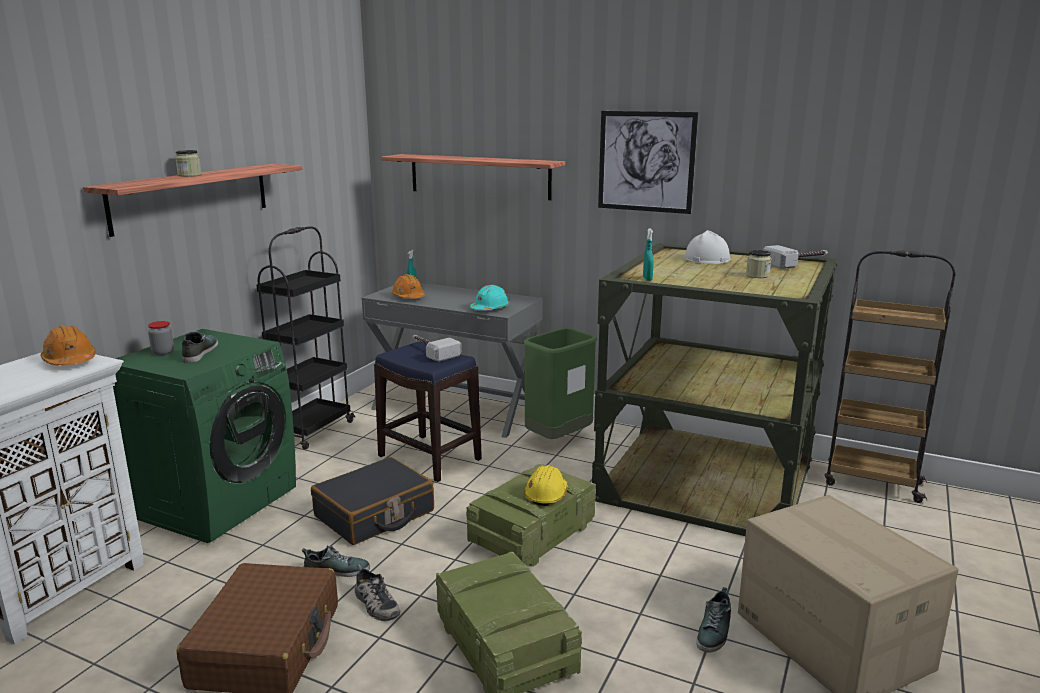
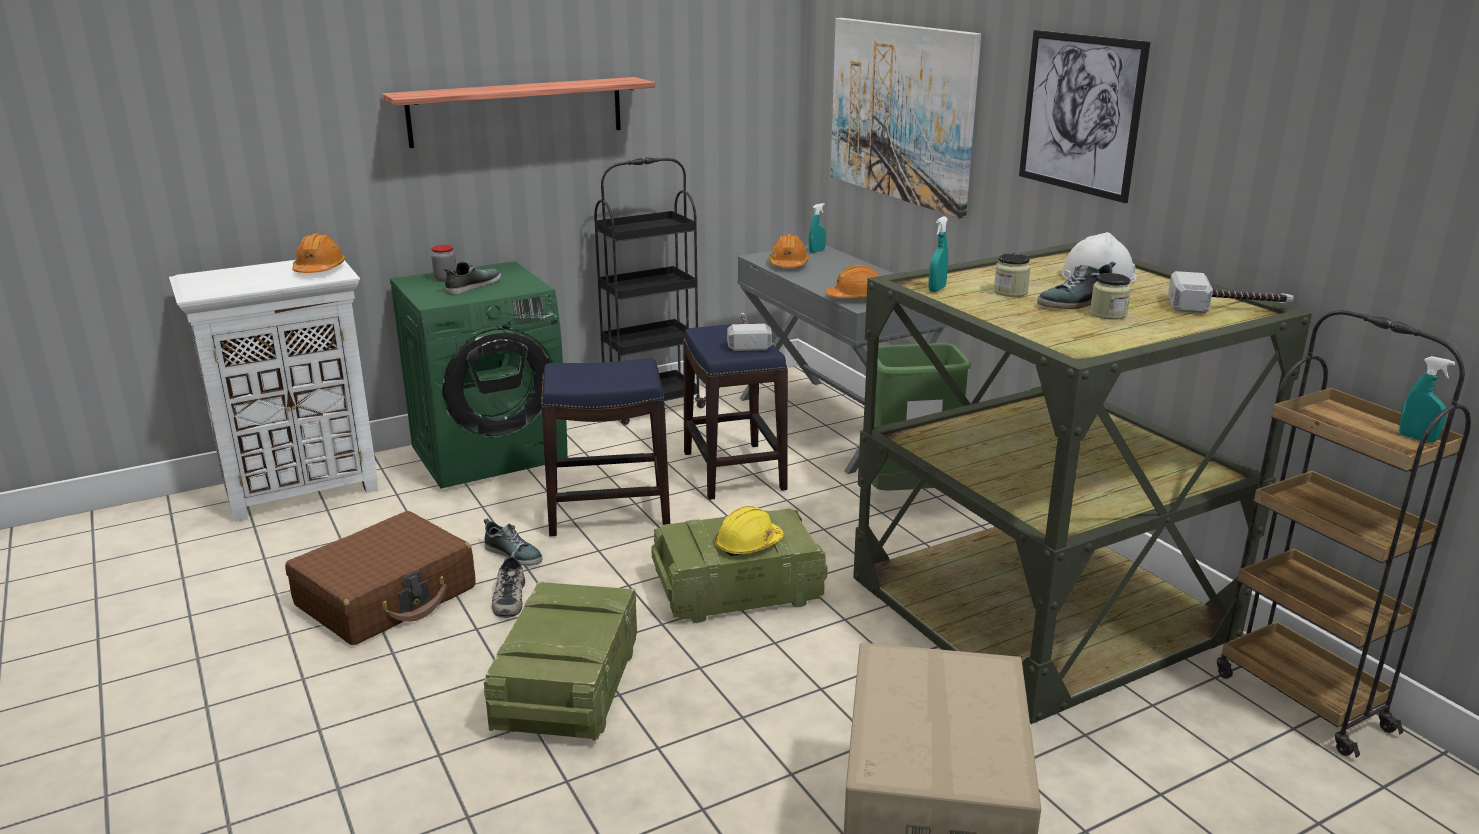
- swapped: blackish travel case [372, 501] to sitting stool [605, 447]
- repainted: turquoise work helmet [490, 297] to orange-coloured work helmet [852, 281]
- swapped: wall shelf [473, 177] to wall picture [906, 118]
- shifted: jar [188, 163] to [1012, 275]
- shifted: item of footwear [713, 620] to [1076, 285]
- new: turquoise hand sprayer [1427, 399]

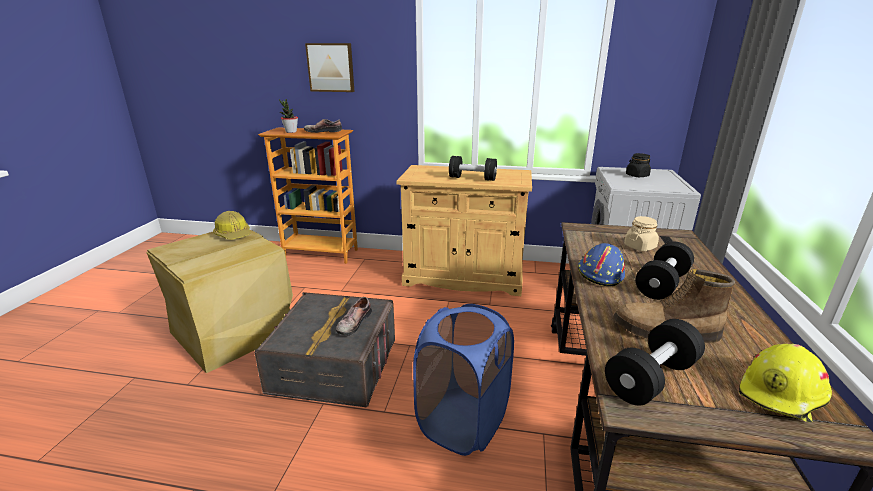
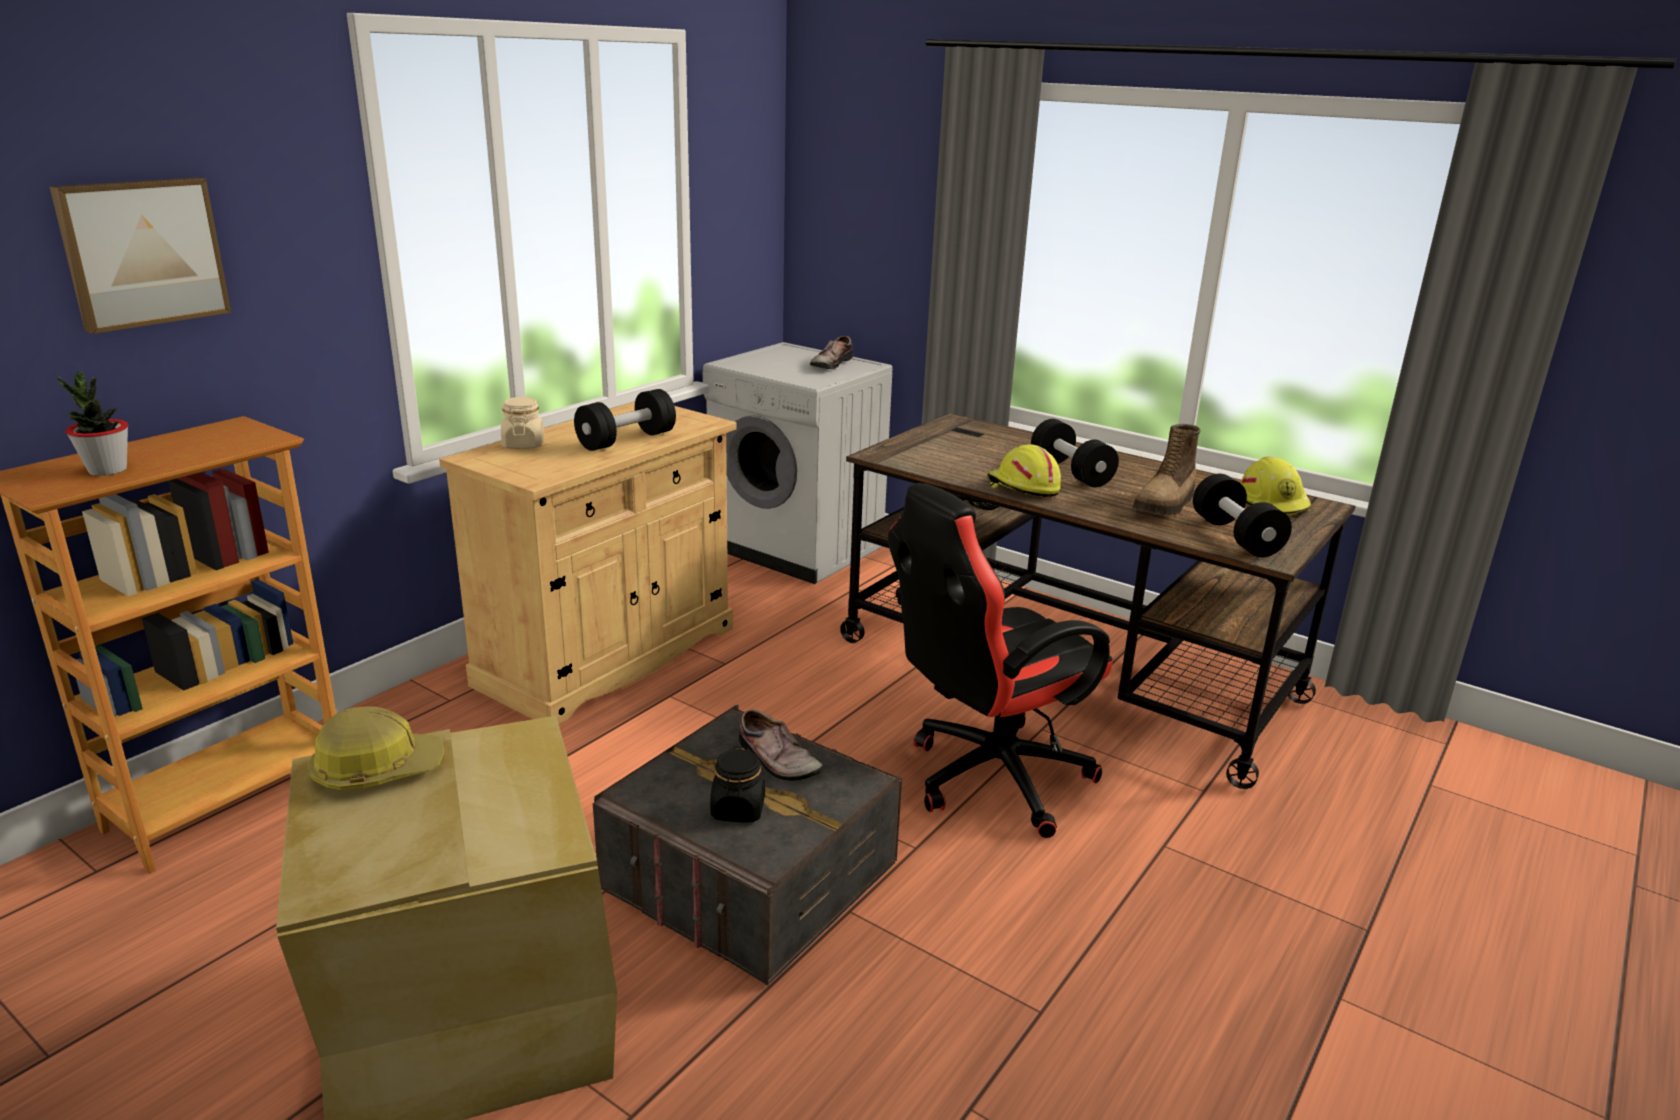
- shifted: beige jar [641, 234] to [523, 423]
- shifted: blackish jar [638, 165] to [737, 784]
- shifted: item of footwear [323, 126] to [831, 352]
- swapped: bluish washing basket [463, 380] to blackish office chair [1000, 660]
- repainted: bluish work helmet [601, 264] to yellowish work helmet [1024, 470]

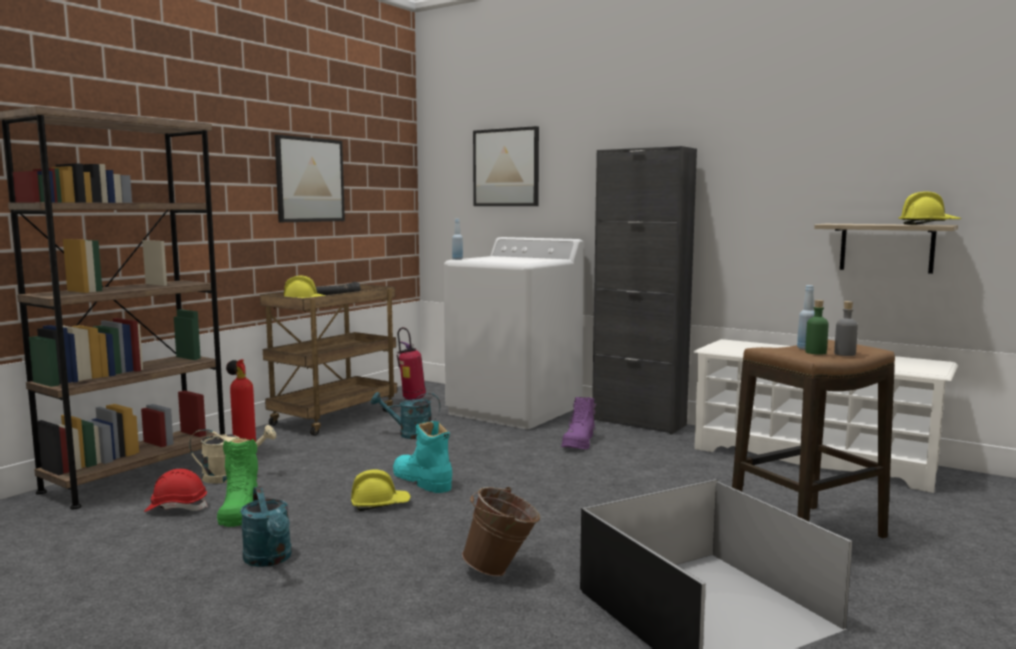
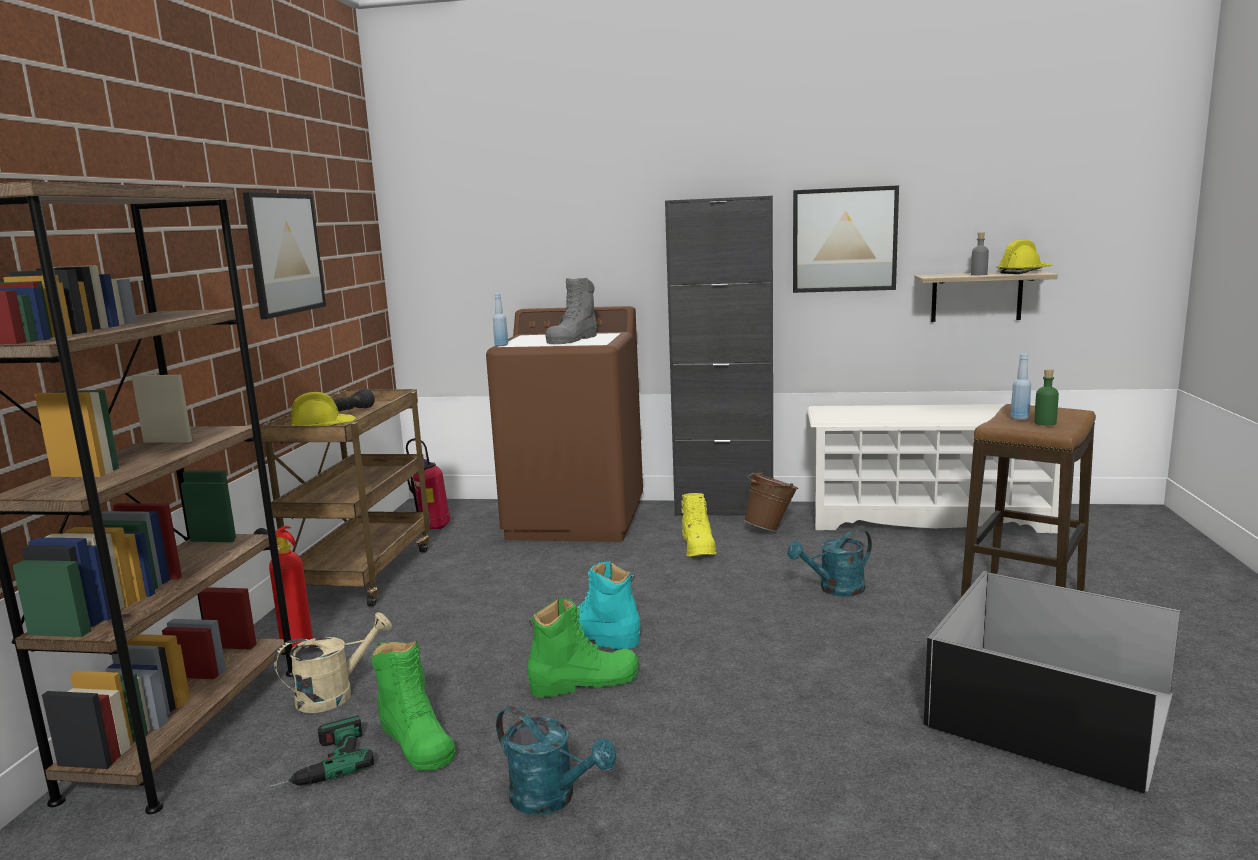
- swapped: reddish work helmet [176, 490] to drill [322, 751]
- repainted: white washing machine [514, 333] to brownish washing machine [564, 424]
- swapped: yellowish work helmet [381, 490] to green-coloured high-top boot [583, 648]
- new: gray high-top boot [571, 311]
- repainted: purple high-top boot [578, 423] to yellowish high-top boot [698, 525]
- shifted: brownish water bucket [501, 532] to [771, 501]
- shifted: turquoise watering can [405, 415] to [829, 563]
- shifted: wall picture [506, 166] to [846, 239]
- shifted: gray beverage bottle [846, 328] to [980, 253]

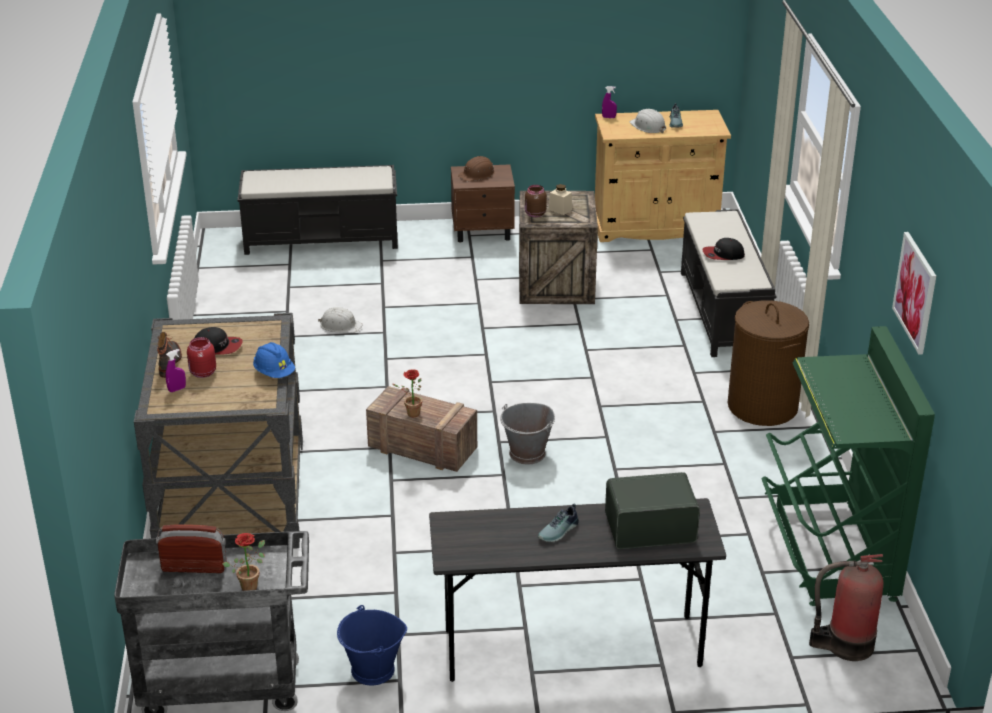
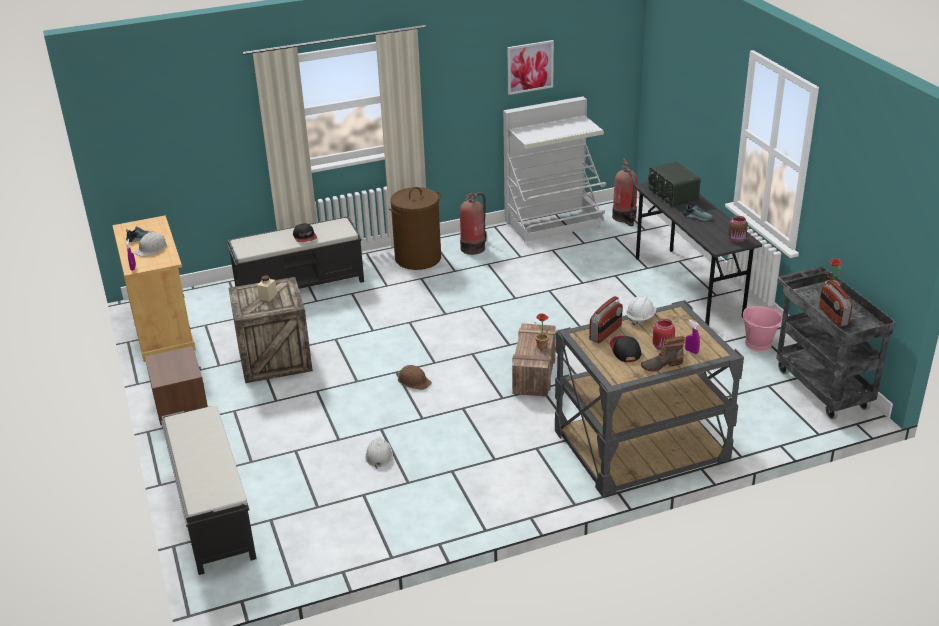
- shifted: brownish work helmet [476, 168] to [414, 377]
- new: fire-fighting cylinder [473, 223]
- repainted: green-coloured shoe shelf [848, 466] to white shoe shelf [554, 170]
- new: radio receiver [606, 319]
- repainted: bluish work helmet [274, 360] to white work helmet [641, 310]
- shifted: brownish jar [536, 201] to [738, 229]
- repainted: bluish water bucket [372, 645] to pink water bucket [762, 328]
- gone: gray water bucket [527, 434]

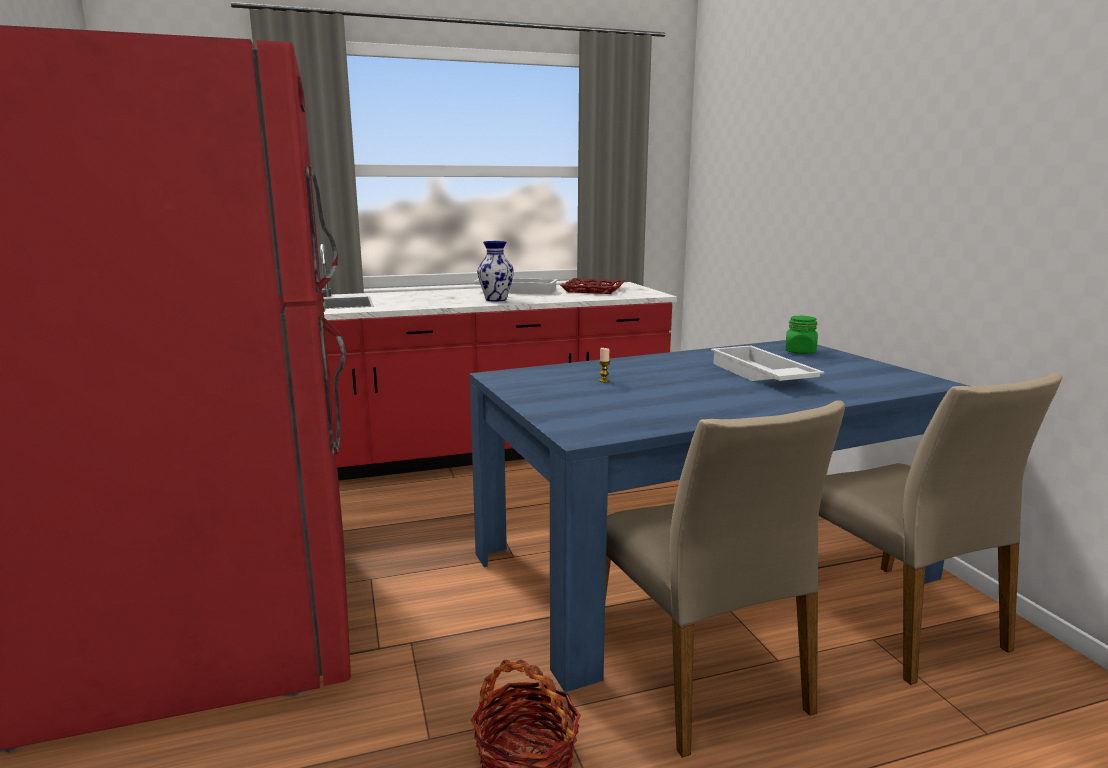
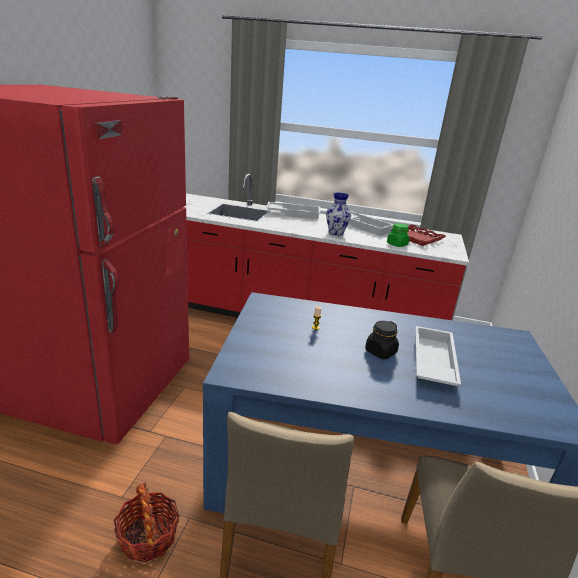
- new: white carrying tray [293, 210]
- new: blackish jar [382, 340]
- shifted: green-coloured jar [801, 335] to [398, 235]

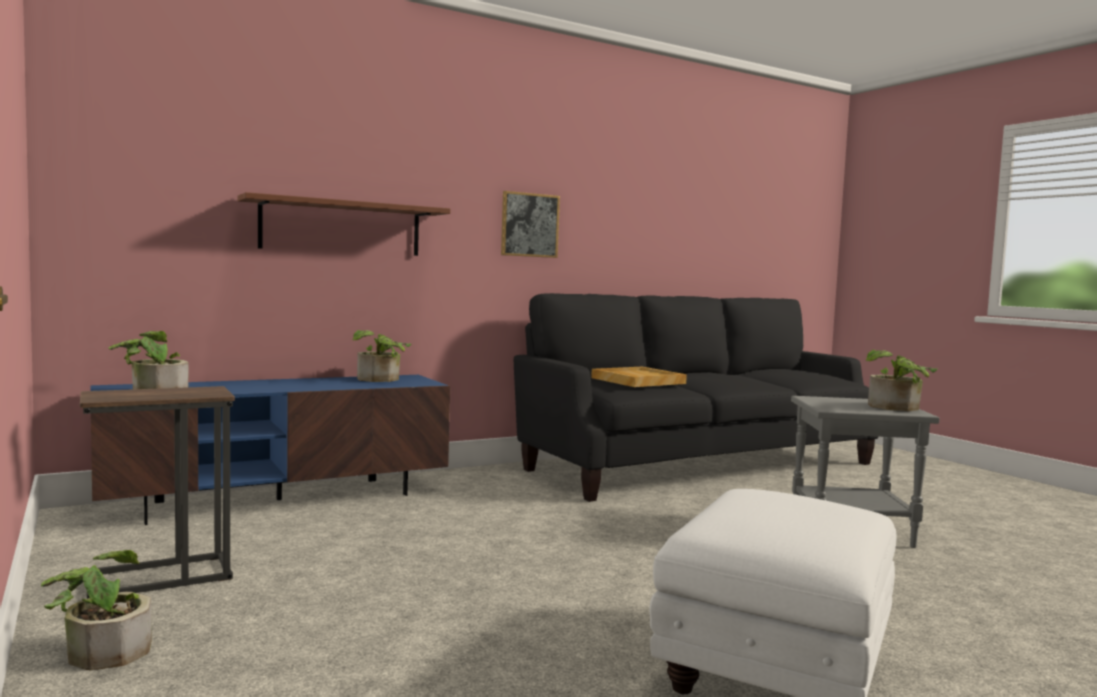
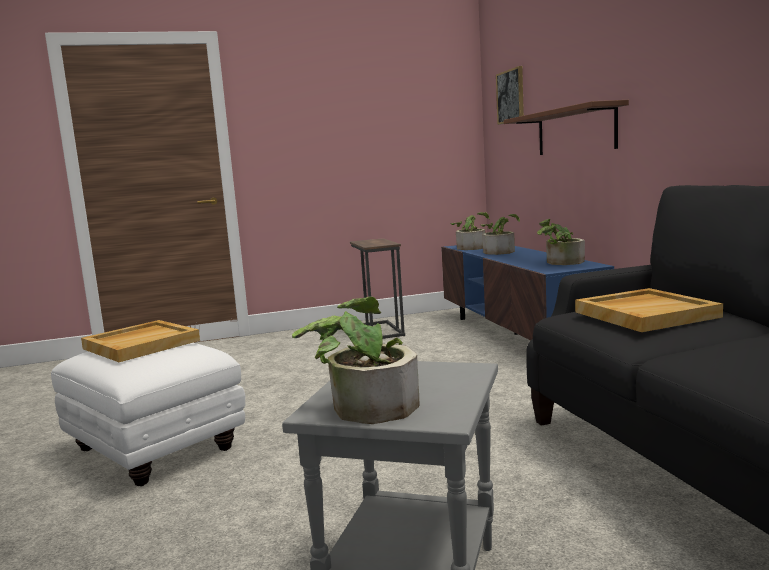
- new: beige carrying tray [140, 341]
- shifted: plant in a pot [96, 610] to [500, 234]
- shifted: wall picture [530, 224] to [510, 95]

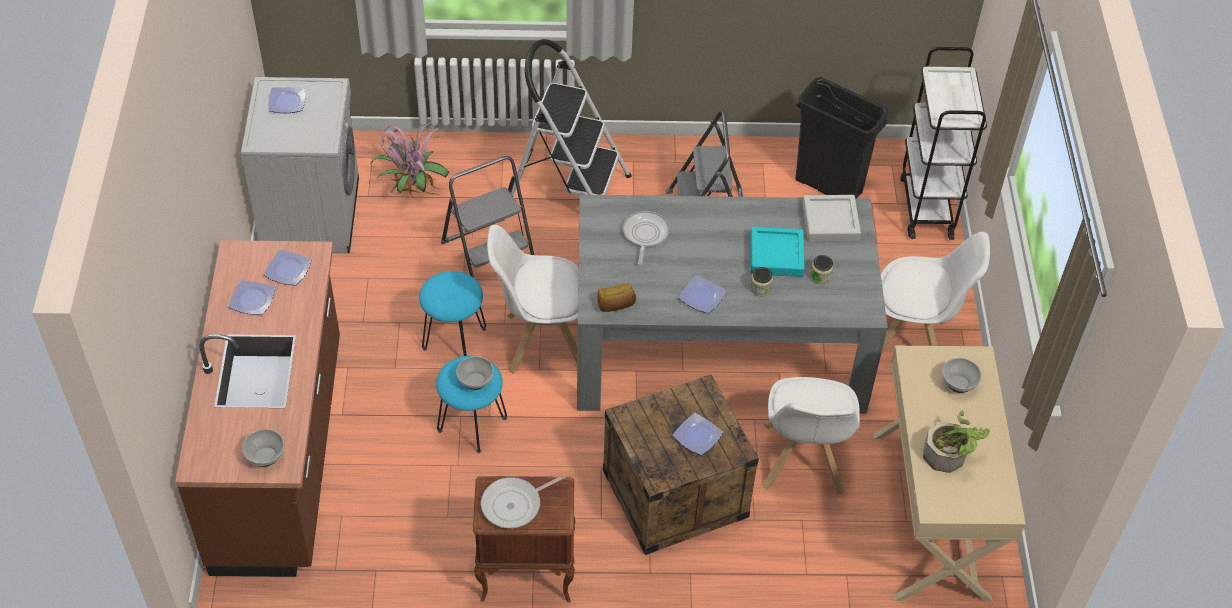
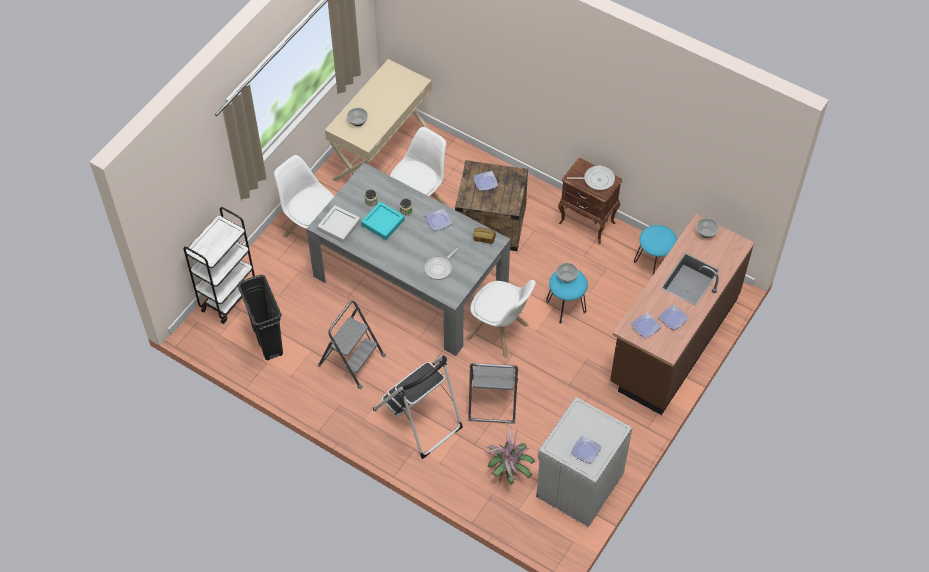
- shifted: turquoise sitting stool [452, 313] to [655, 250]
- gone: plant in a pot [956, 441]

